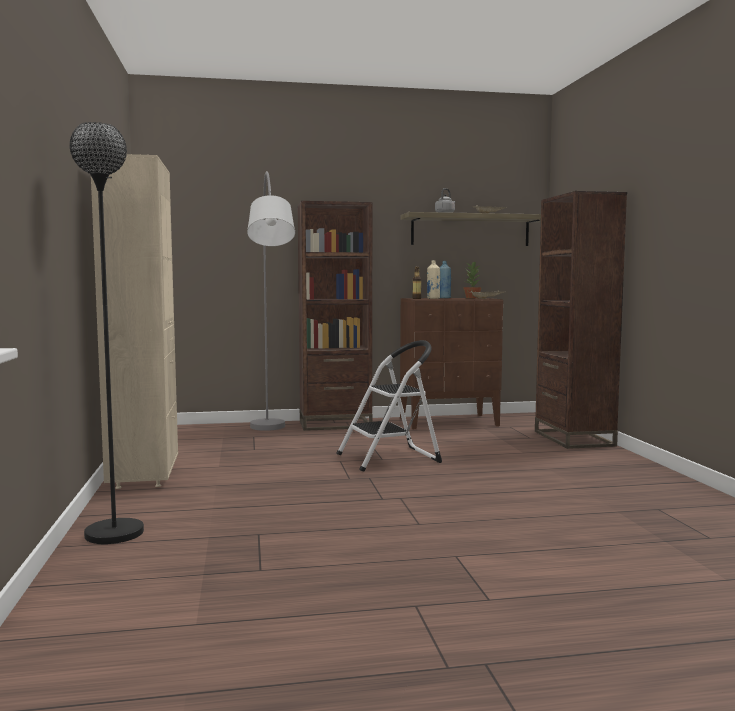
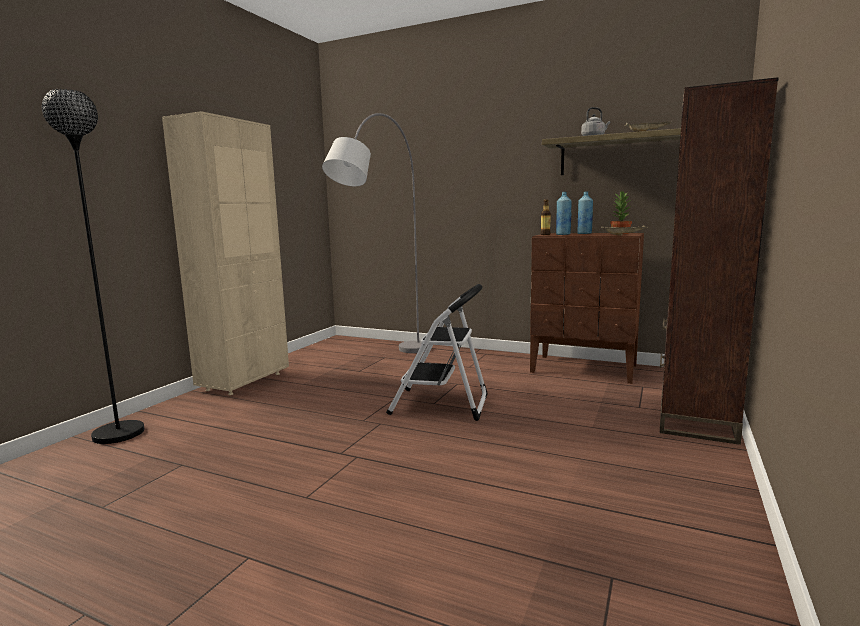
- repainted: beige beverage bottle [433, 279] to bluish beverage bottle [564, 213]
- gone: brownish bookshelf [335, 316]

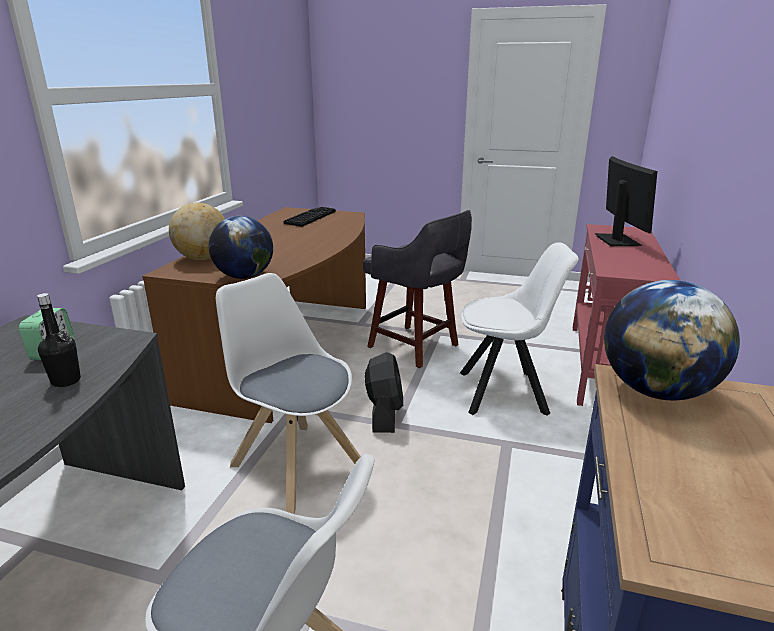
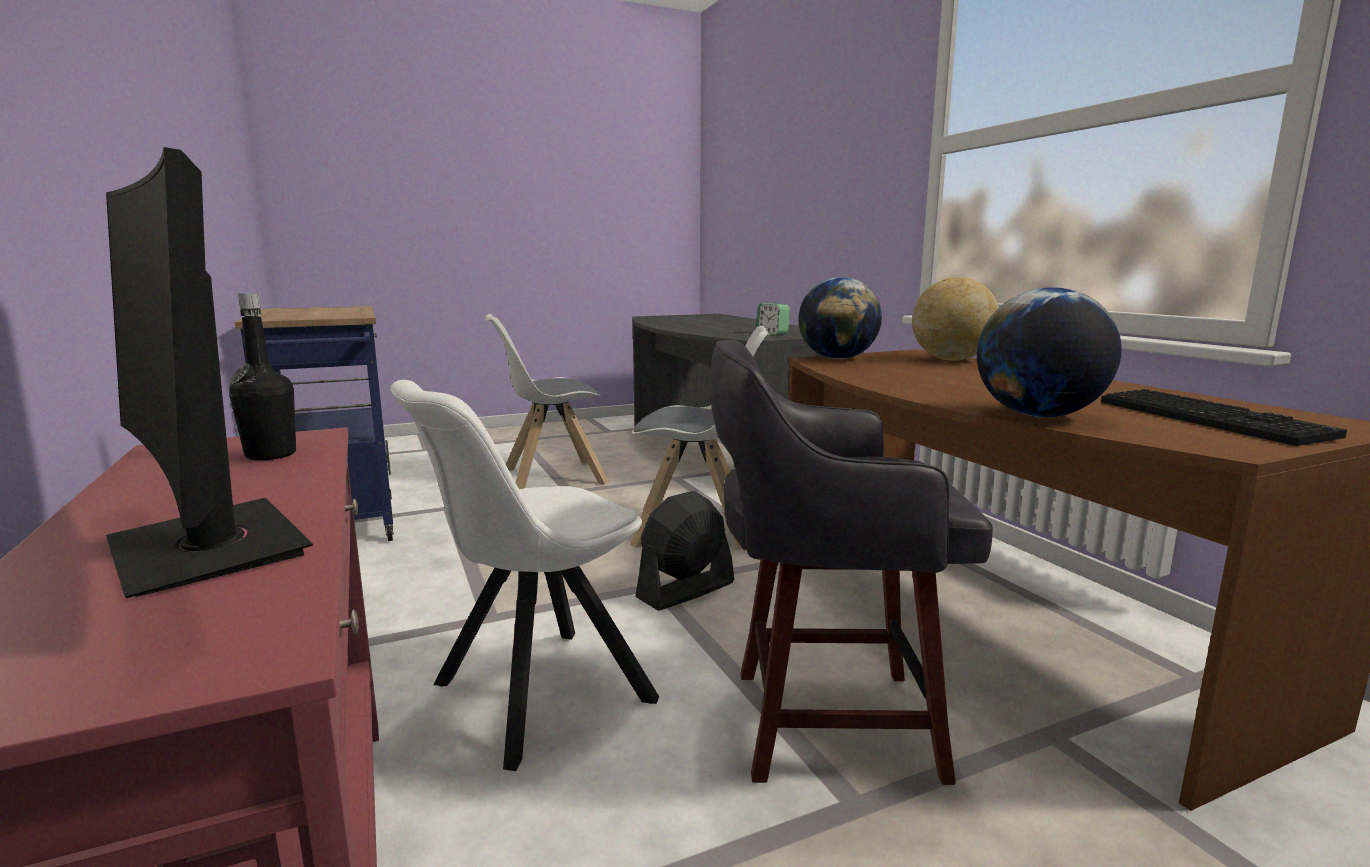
- shifted: blackish beverage bottle [59, 340] to [262, 376]
- rotated: blackish electric fan [384, 392] = [684, 551] 90 degrees clockwise
- shifted: desk globe [672, 340] to [1049, 352]

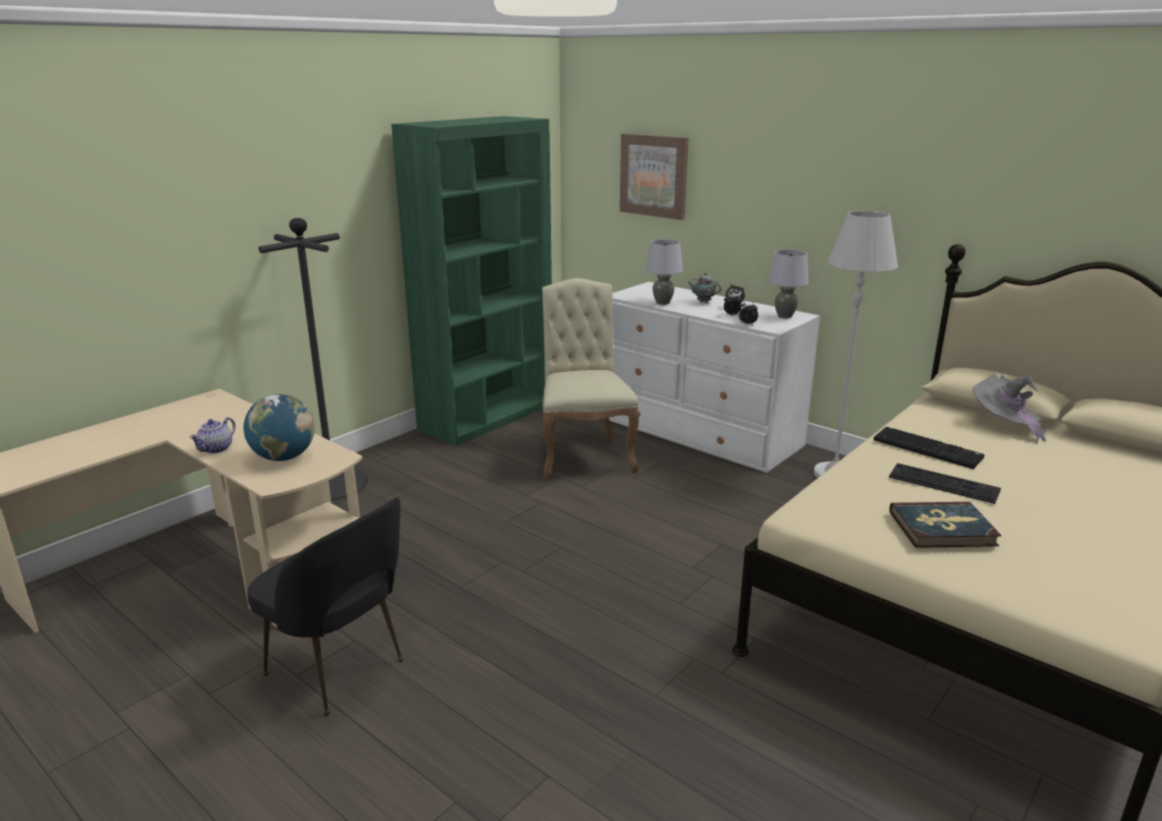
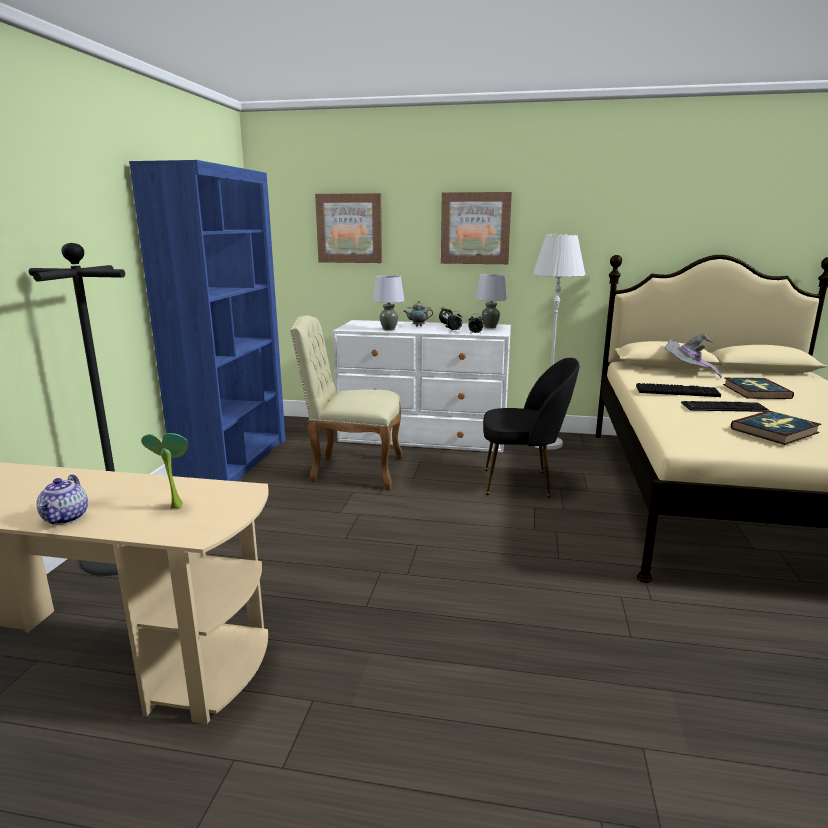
- repainted: green-coloured bookshelf [471, 281] to bluish bookshelf [207, 320]
- swapped: desk globe [279, 427] to plant in a pot [164, 471]
- rotated: beige plain chair [590, 379] = [346, 402] 45 degrees counterclockwise
- new: wall picture [476, 228]
- shifted: blackish plain chair [325, 606] to [531, 427]
- new: bound book [758, 388]

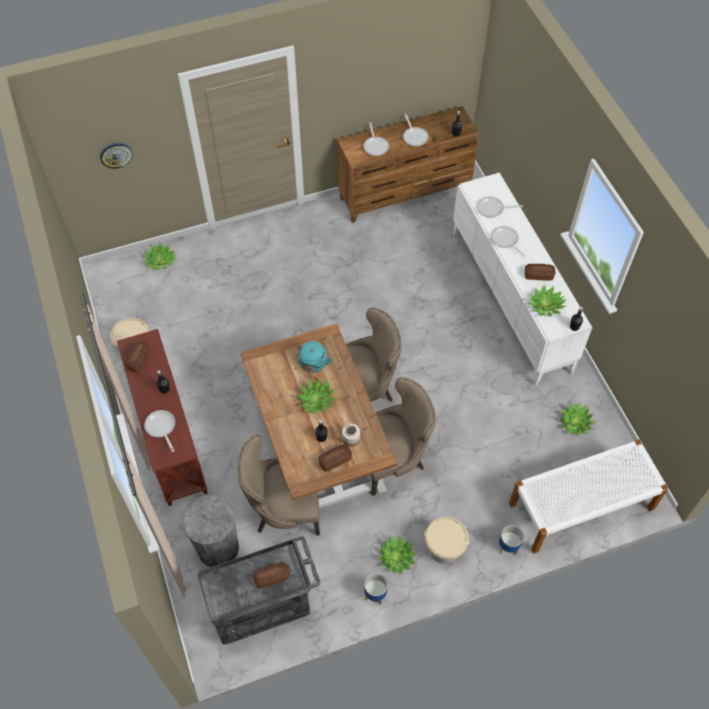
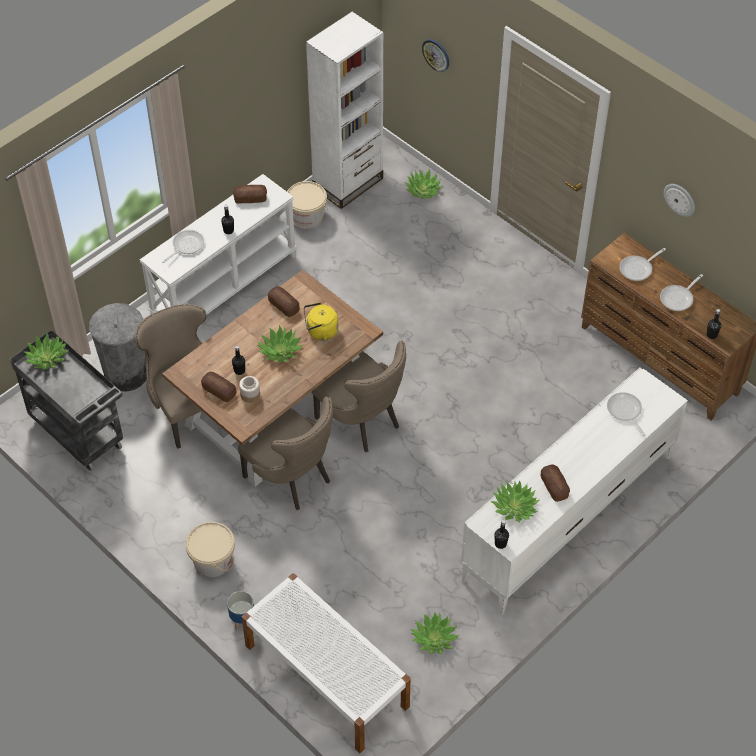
- shifted: plant in a pot [398, 555] to [46, 351]
- repainted: brownish console table [162, 417] to white console table [218, 244]
- shifted: bread [271, 575] to [284, 301]
- repainted: turquoise tea kettle [313, 357] to yellowish tea kettle [320, 321]
- new: white bookshelf [344, 110]
- new: wall clock [679, 200]
- gone: planter [376, 589]
- gone: pan [508, 241]

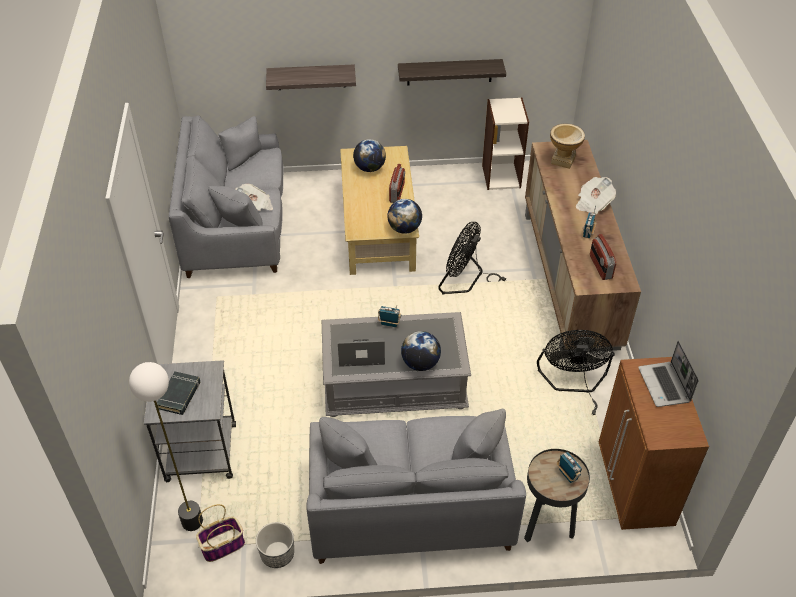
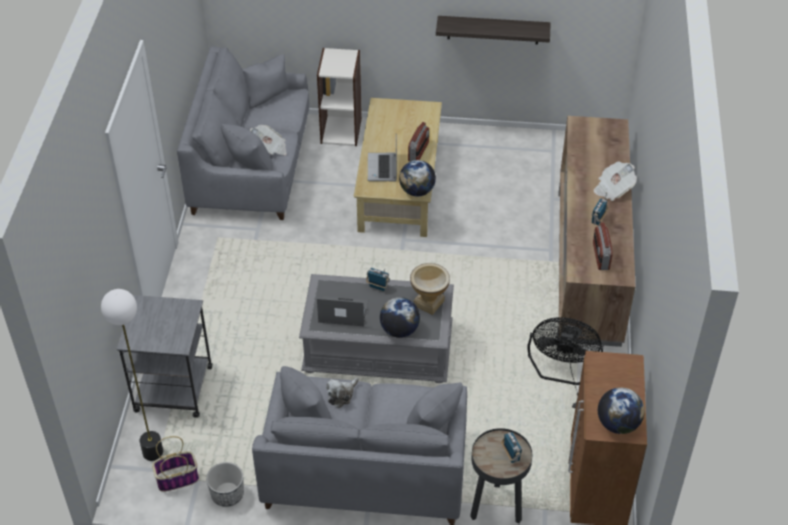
- shifted: bookshelf [505, 144] to [339, 97]
- new: soft toy [342, 392]
- shifted: portable computer [668, 373] to [382, 159]
- shifted: decorative vase [567, 146] to [430, 289]
- shifted: desk globe [369, 155] to [621, 410]
- gone: blackish bound book [178, 393]
- gone: wall shelf [311, 77]
- gone: blackish electric fan [472, 258]

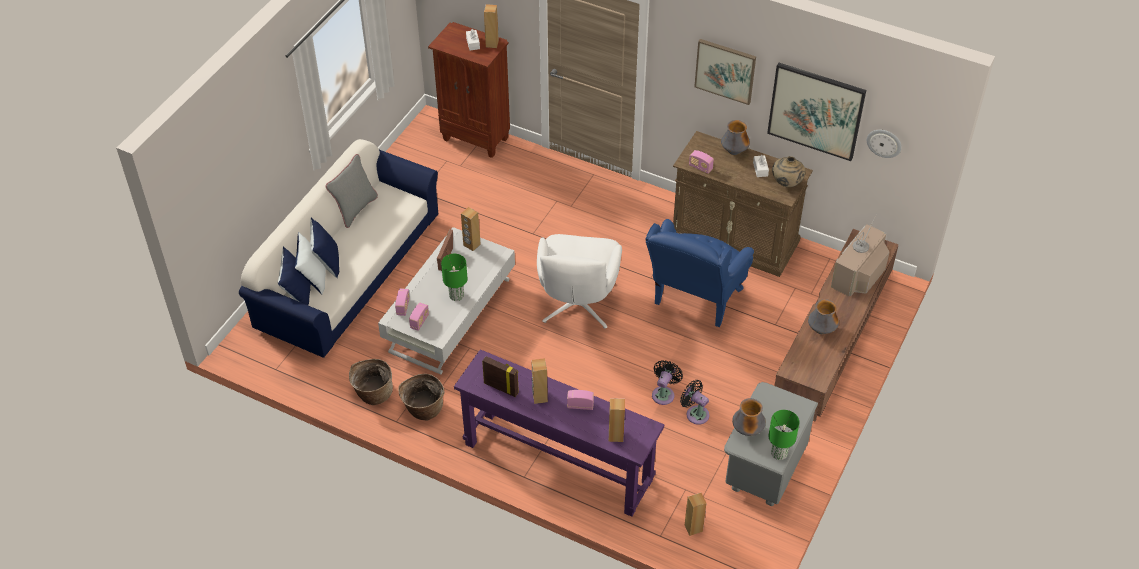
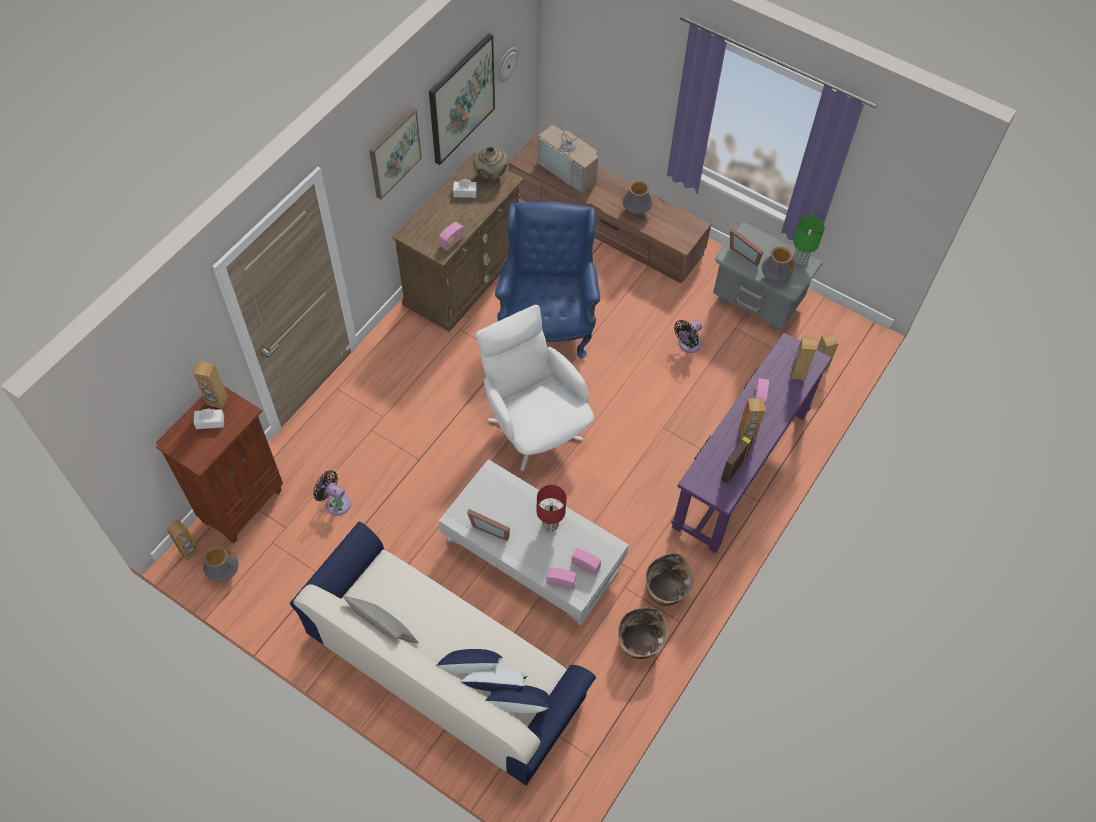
- shifted: brownish speaker [471, 229] to [183, 539]
- shifted: decorative vase [735, 137] to [220, 563]
- shifted: blackish electric fan [667, 382] to [332, 492]
- rotated: white lounge chair [579, 281] = [535, 388] 135 degrees counterclockwise
- rotated: bluish lounge chair [700, 273] = [547, 280] 120 degrees counterclockwise
- repainted: green-coloured tabletop lamp [454, 277] to reddish tabletop lamp [551, 508]
- new: photo frame [746, 247]

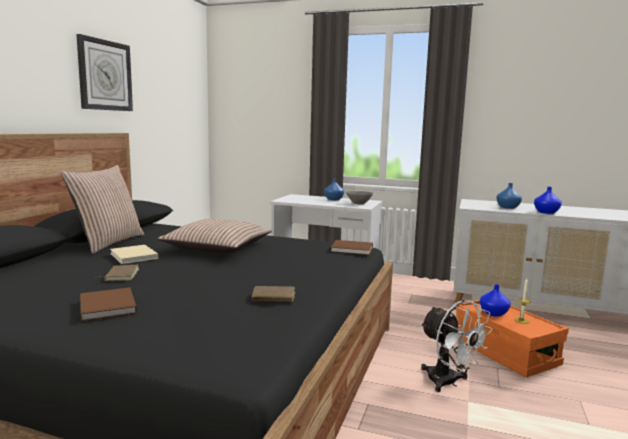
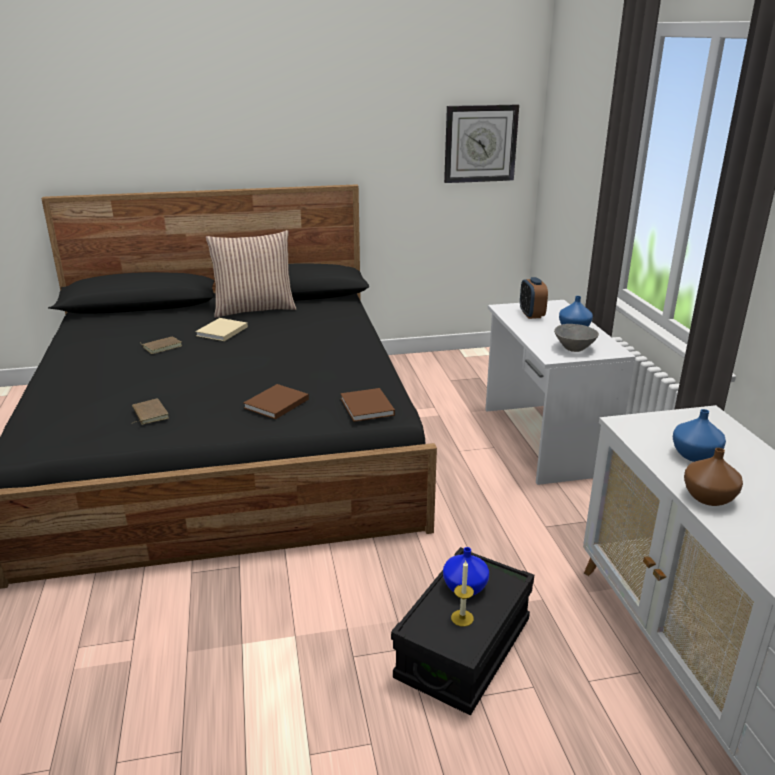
- shifted: brownish bound book [108, 304] to [276, 401]
- repainted: orange-coloured storage bin [512, 338] to blackish storage bin [462, 631]
- shifted: wall clock [104, 72] to [481, 144]
- new: table clock [534, 298]
- repainted: bluish decorative vase [548, 200] to brownish decorative vase [713, 477]
- gone: cushion [215, 236]
- gone: white electric fan [456, 346]

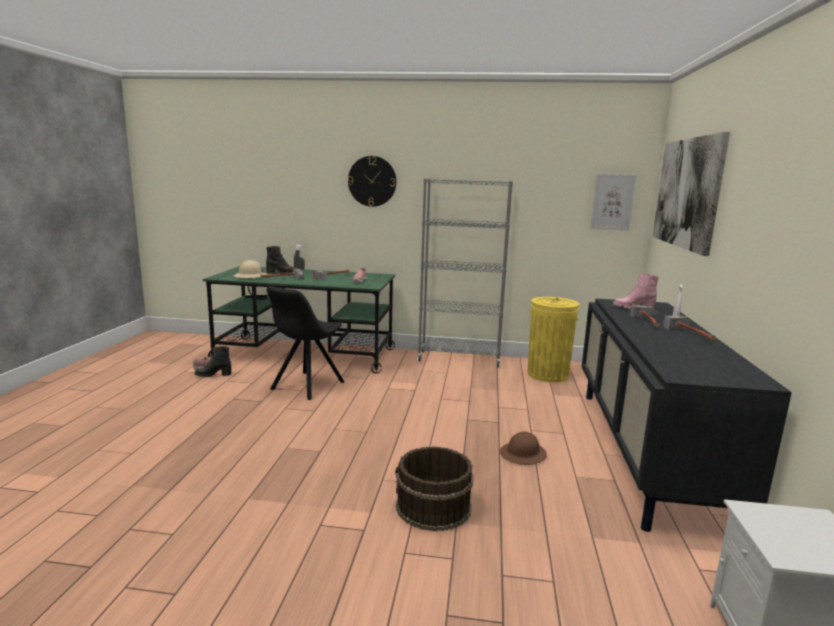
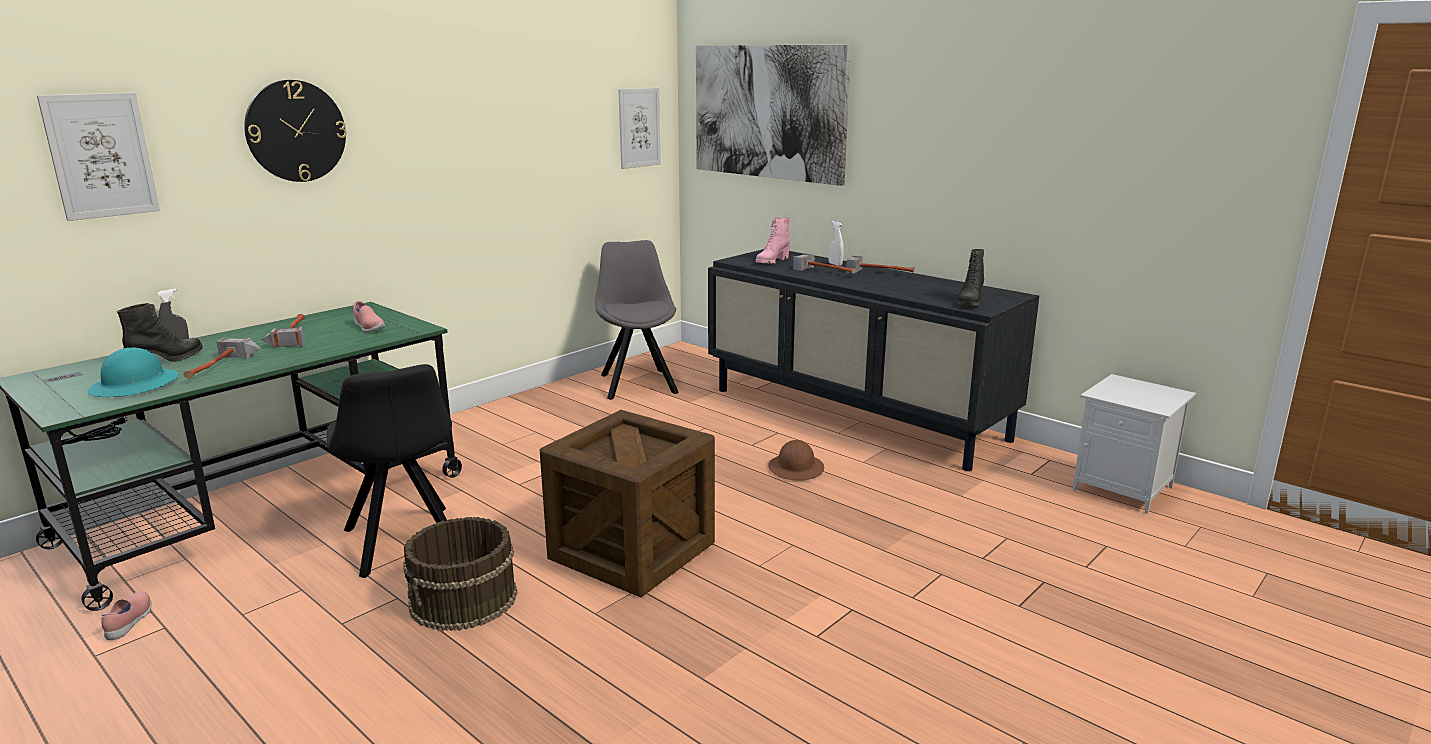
- new: wall picture [98, 157]
- repainted: beige work helmet [251, 269] to turquoise work helmet [133, 372]
- shifted: brownish water bucket [434, 488] to [460, 574]
- new: crate [627, 503]
- swapped: yellowish trash can [553, 339] to gray plain chair [636, 320]
- shifted: blackish high-top boot [213, 361] to [971, 277]
- gone: gray bookshelf [465, 273]

